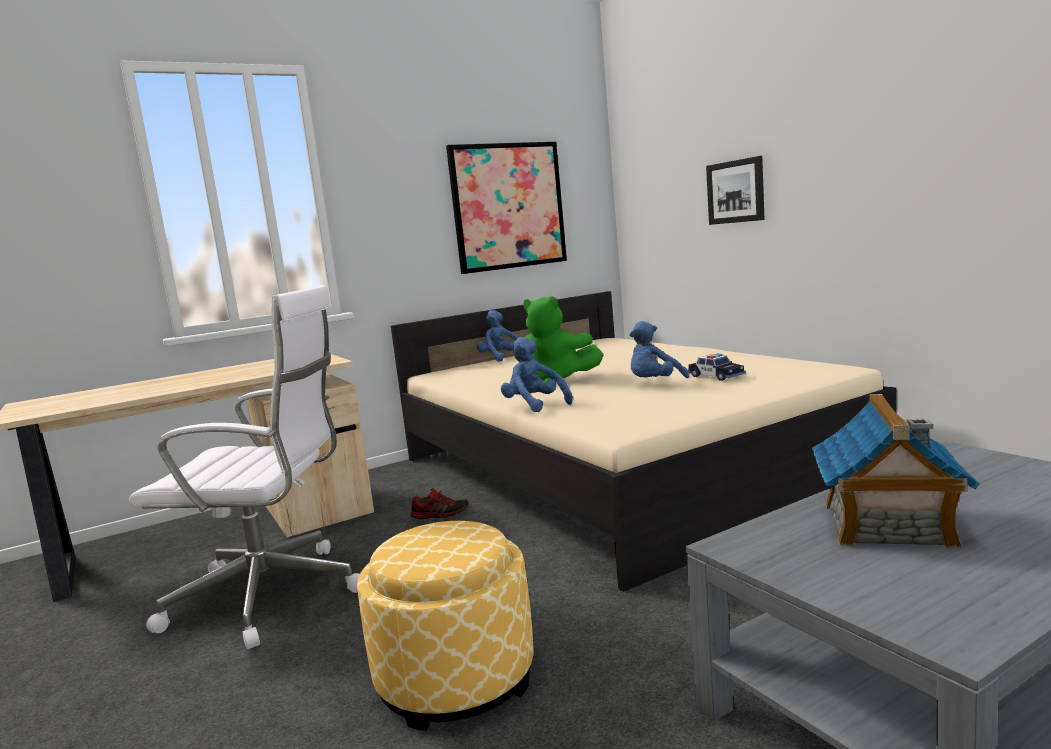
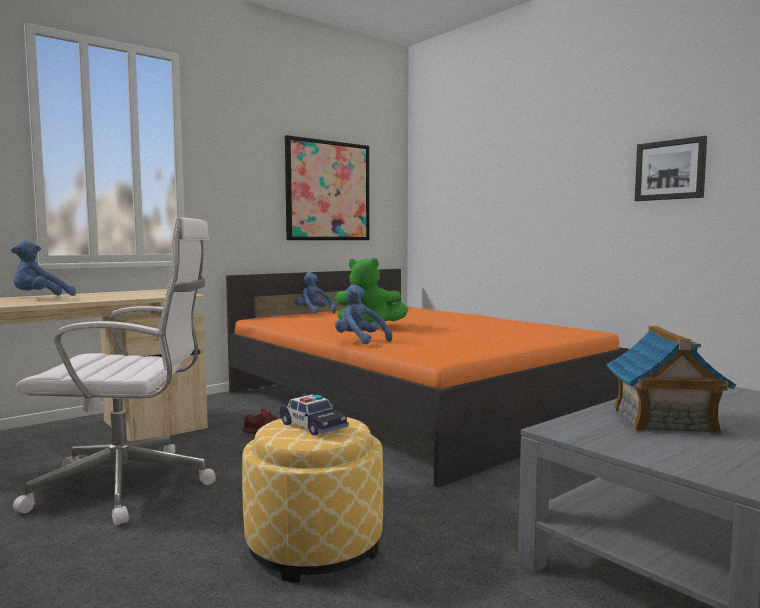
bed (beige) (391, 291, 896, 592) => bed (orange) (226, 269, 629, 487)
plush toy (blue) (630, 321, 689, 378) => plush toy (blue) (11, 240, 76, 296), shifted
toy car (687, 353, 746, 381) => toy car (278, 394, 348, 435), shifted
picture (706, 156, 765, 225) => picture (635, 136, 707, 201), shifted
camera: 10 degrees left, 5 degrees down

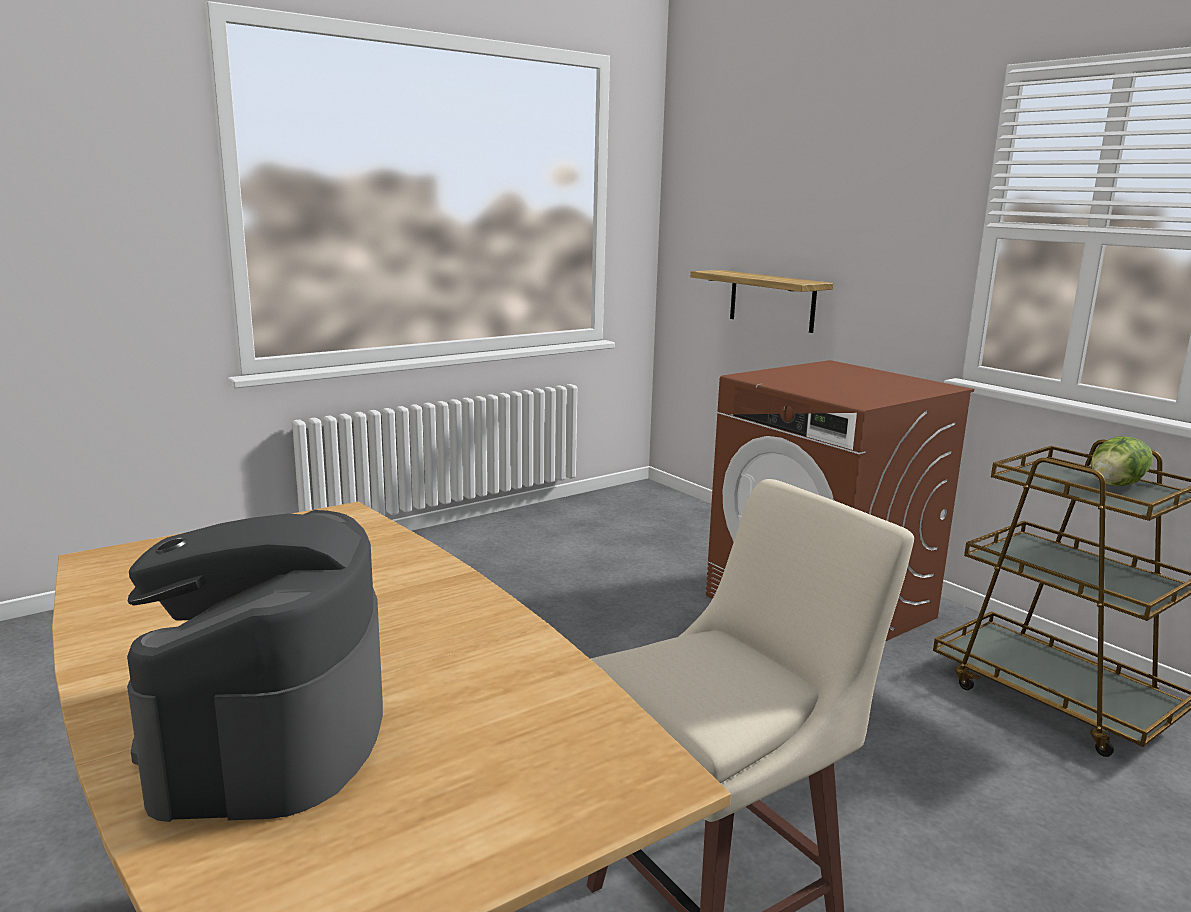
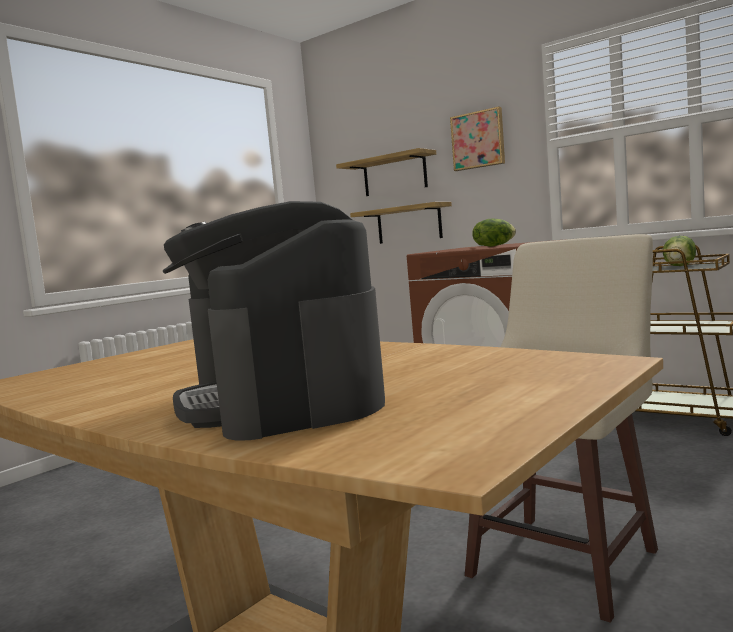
nothing => shelf (336, 148, 436, 196)
nothing => picture (450, 106, 505, 171)
nothing => lettuce (472, 219, 516, 247)
camera: 15 degrees left, 10 degrees down

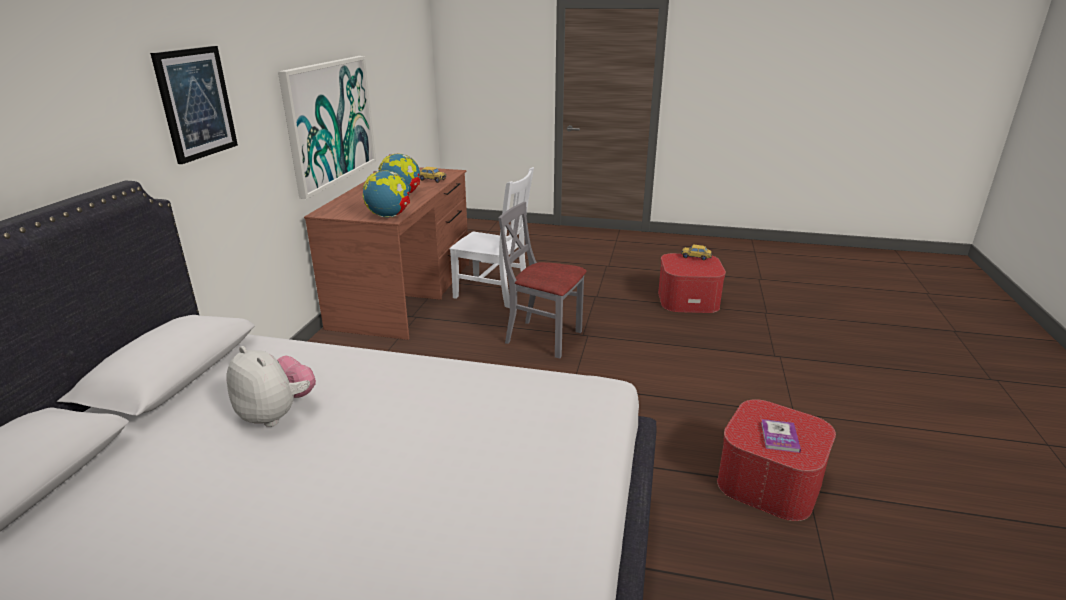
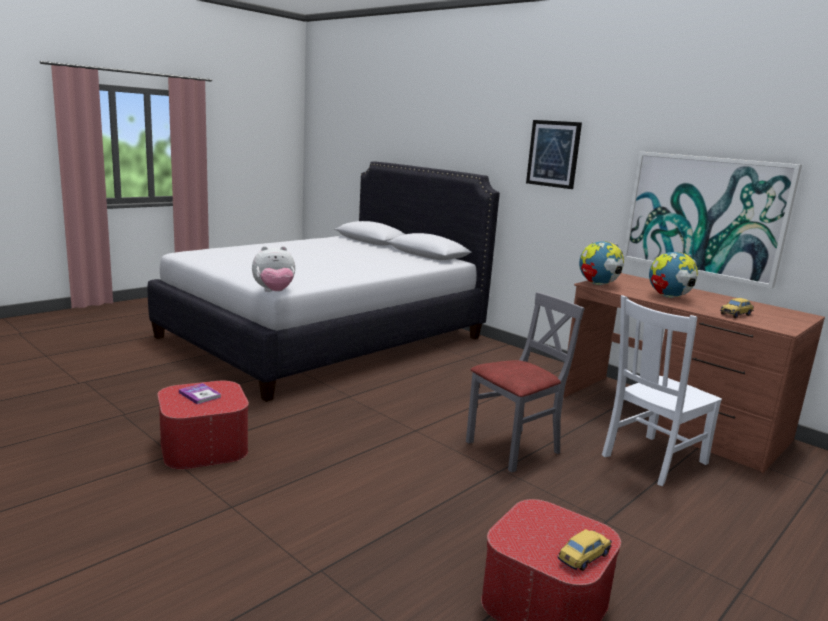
plush toy (226, 346, 316, 427) => plush toy (252, 246, 295, 292), shifted
camera: 120 degrees right, 10 degrees down

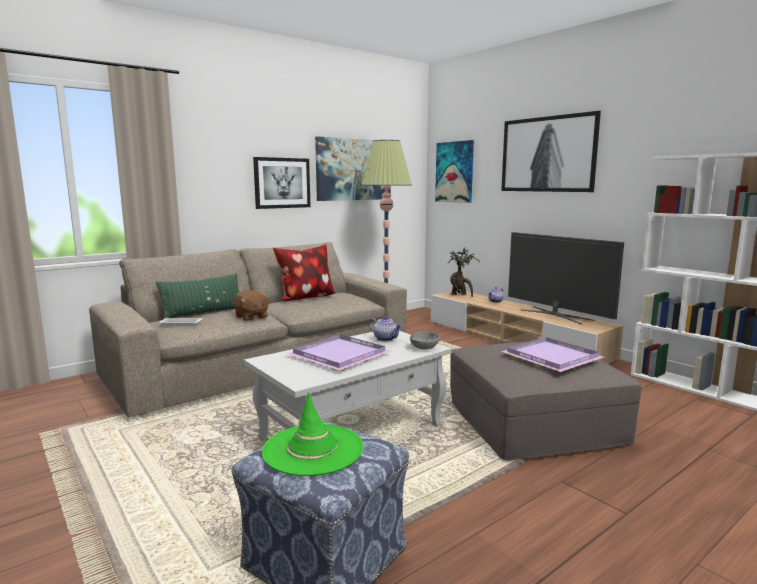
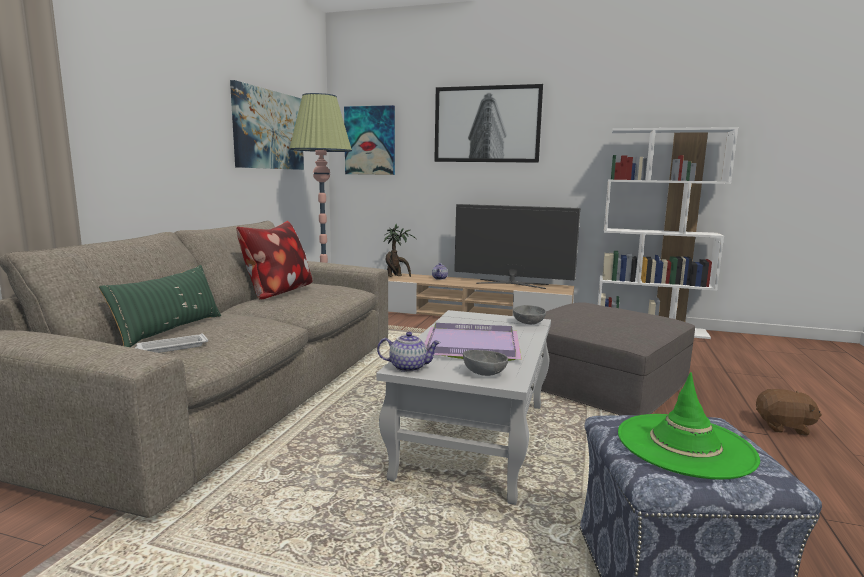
plush toy (brown) (233, 290, 270, 321) => plush toy (brown) (756, 389, 822, 435), shifted
picture (253, 157, 311, 209) => nothing
teapot (369, 316, 402, 341) => teapot (377, 332, 441, 372), shifted
tray (purple) (501, 337, 604, 372) => nothing
nothing => bowl (grey) (463, 350, 508, 376)
camera: 35 degrees left, 0 degrees up

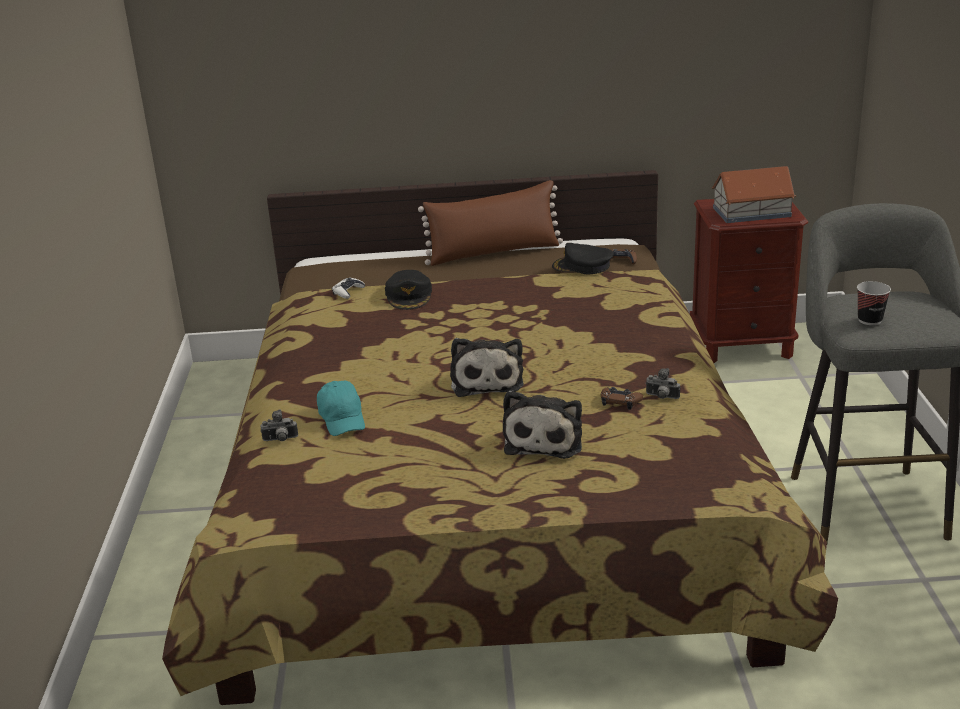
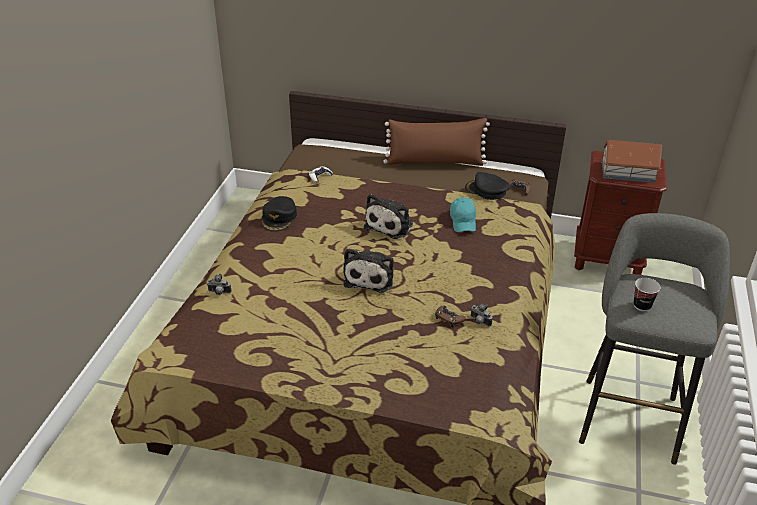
cap (turquoise) (317, 381, 365, 436) => cap (turquoise) (450, 197, 476, 232), shifted
cap (black) (385, 270, 432, 310) => cap (black) (261, 196, 297, 232), shifted
plush toy (503, 391, 582, 459) => plush toy (364, 194, 413, 239), shifted
camera: 15 degrees right, 10 degrees up

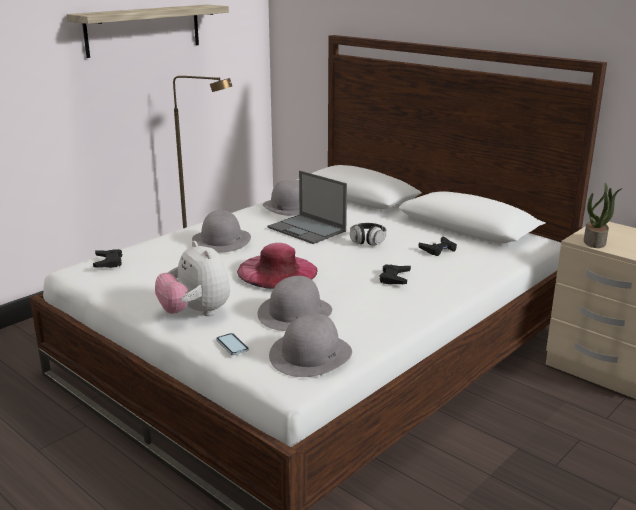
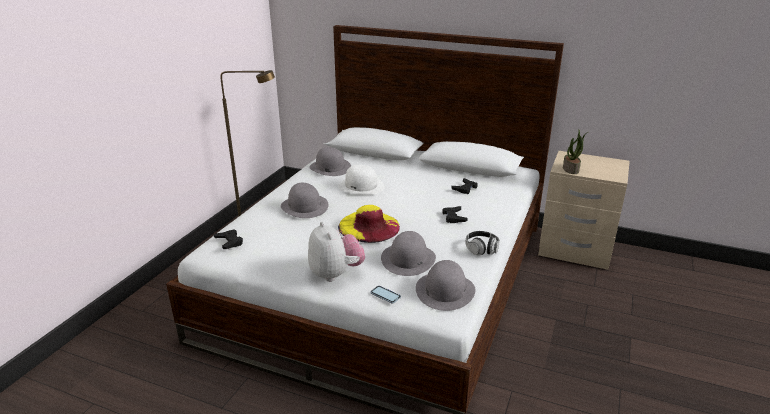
shelf (66, 5, 229, 58) => nothing
plush toy (155, 241, 230, 316) => plush toy (308, 222, 365, 282), 150 degrees counterclockwise
hat (pink) (237, 243, 318, 289) => hat (yellow) (338, 205, 400, 243)
laptop (267, 171, 347, 244) => hat (white) (338, 165, 385, 195)
headphones (350, 223, 386, 246) => headphones (465, 231, 500, 256), shifted
camera: 20 degrees left, 5 degrees up

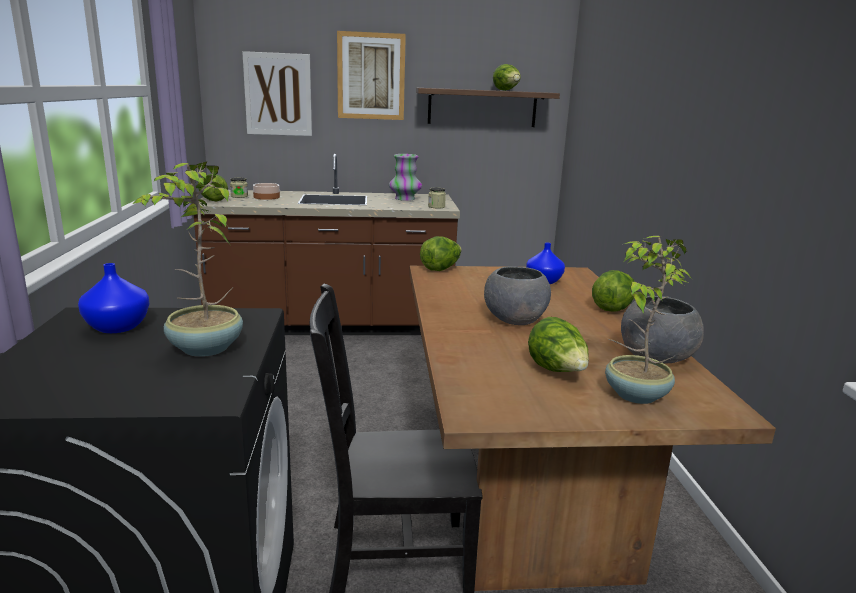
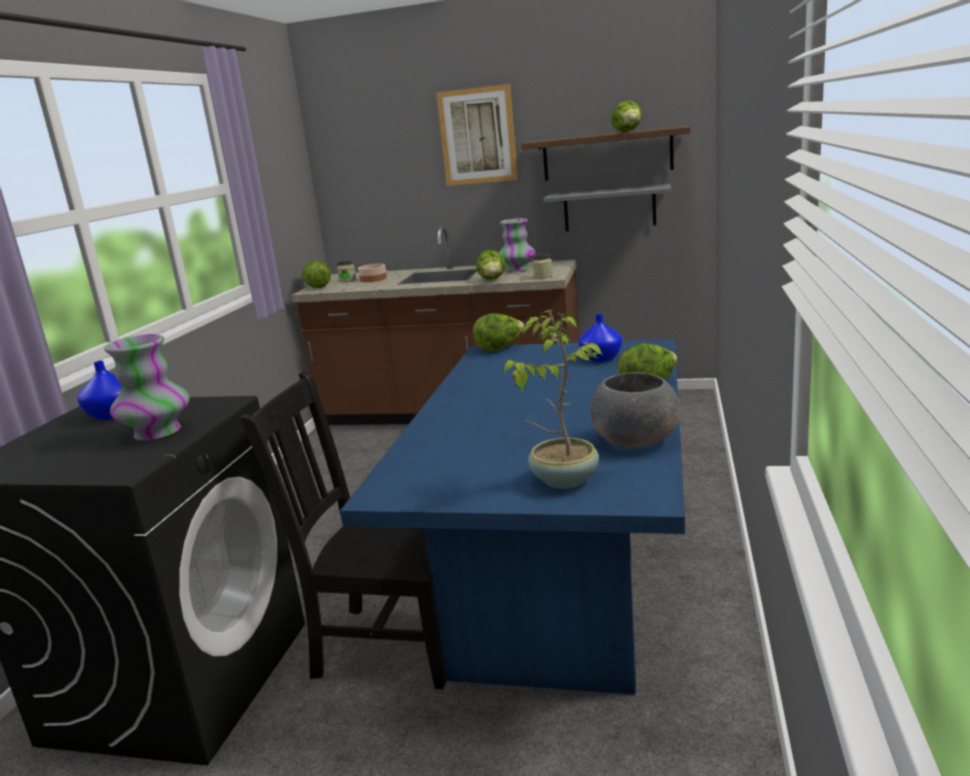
potted plant (133, 161, 243, 357) => vase (104, 334, 190, 441)
picture (242, 51, 312, 136) => nothing
dining table (brown) (409, 266, 776, 591) => dining table (blue) (340, 339, 685, 695)
bowl (grey) (484, 267, 551, 325) => nothing
lettuce (528, 317, 589, 372) => lettuce (476, 250, 505, 280), shifted
nothing => shelf (grey) (543, 184, 671, 232)
camera: 20 degrees right, 0 degrees up

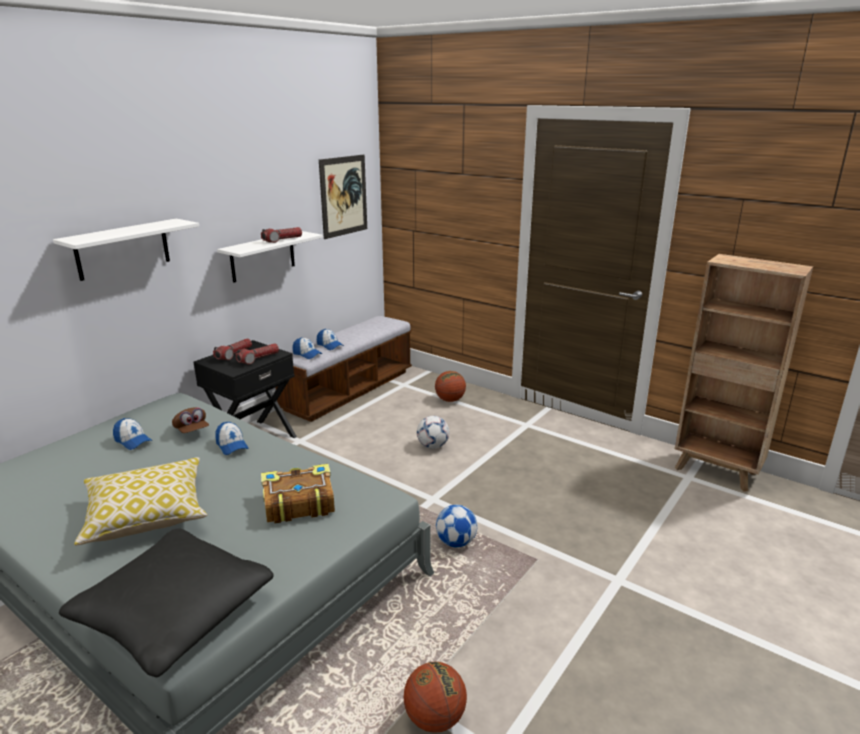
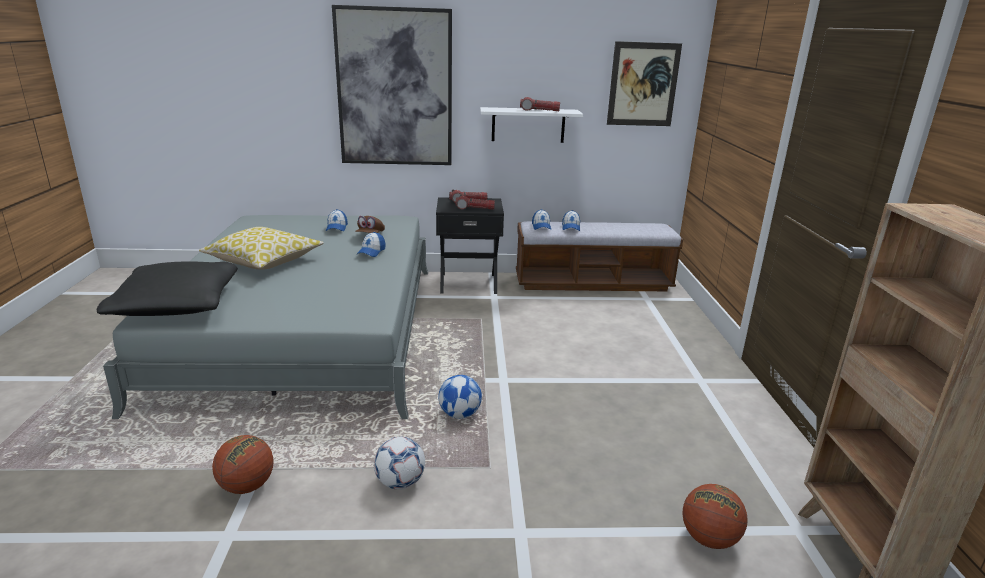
shelf (white) (53, 219, 199, 281) => picture (332, 5, 452, 165)
book (261, 464, 335, 523) => nothing
football (417, 416, 449, 449) => football (374, 437, 425, 490), shifted
basketball (435, 371, 466, 402) => basketball (683, 484, 747, 549), shifted
camera: 50 degrees right, 0 degrees up

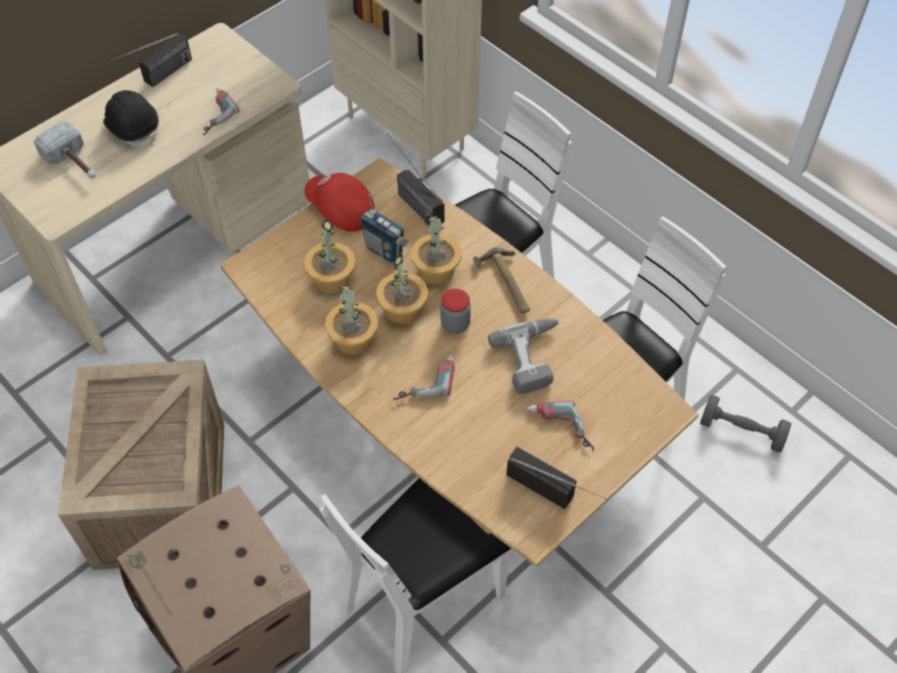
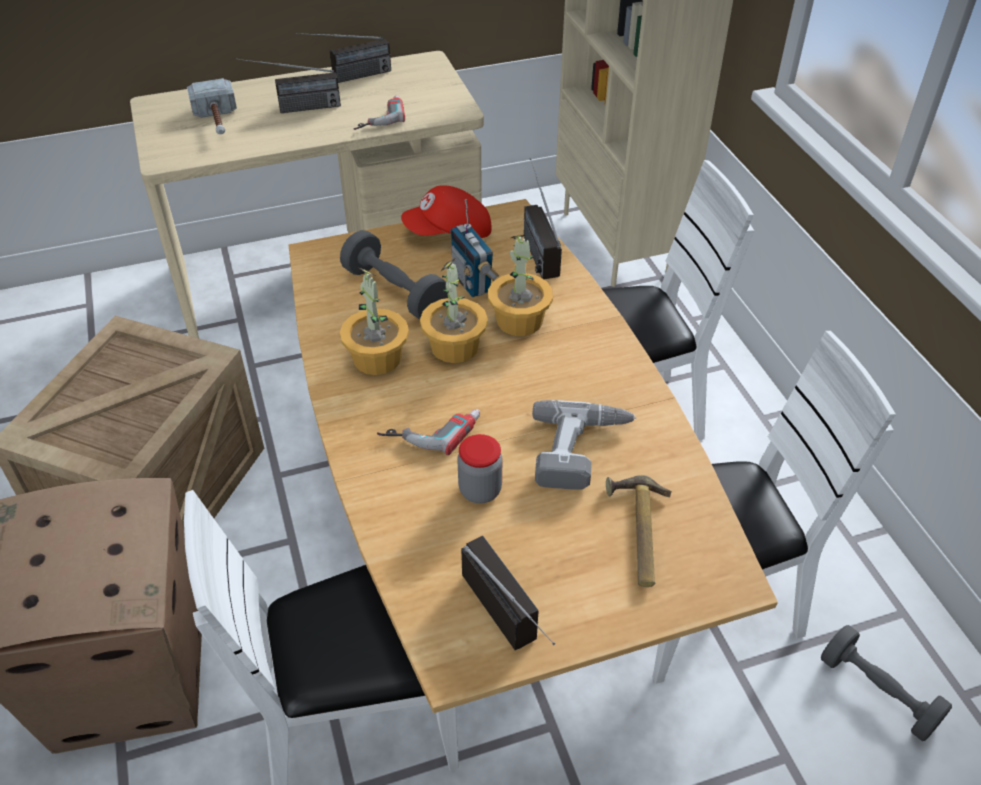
hard hat (black) (103, 90, 159, 148) => radio (236, 58, 341, 113)
potted plant (304, 218, 356, 293) => dumbbell (grey) (340, 230, 448, 320)
cap (red) (305, 173, 375, 232) => cap (red) (401, 185, 492, 238), 75 degrees counterclockwise
jar (441, 289, 471, 334) => jar (457, 434, 502, 503), shifted
hammer (473, 247, 530, 314) => hammer (606, 475, 671, 587), shifted
power drill (526, 401, 594, 451) => nothing
camera: 25 degrees right, 10 degrees down

